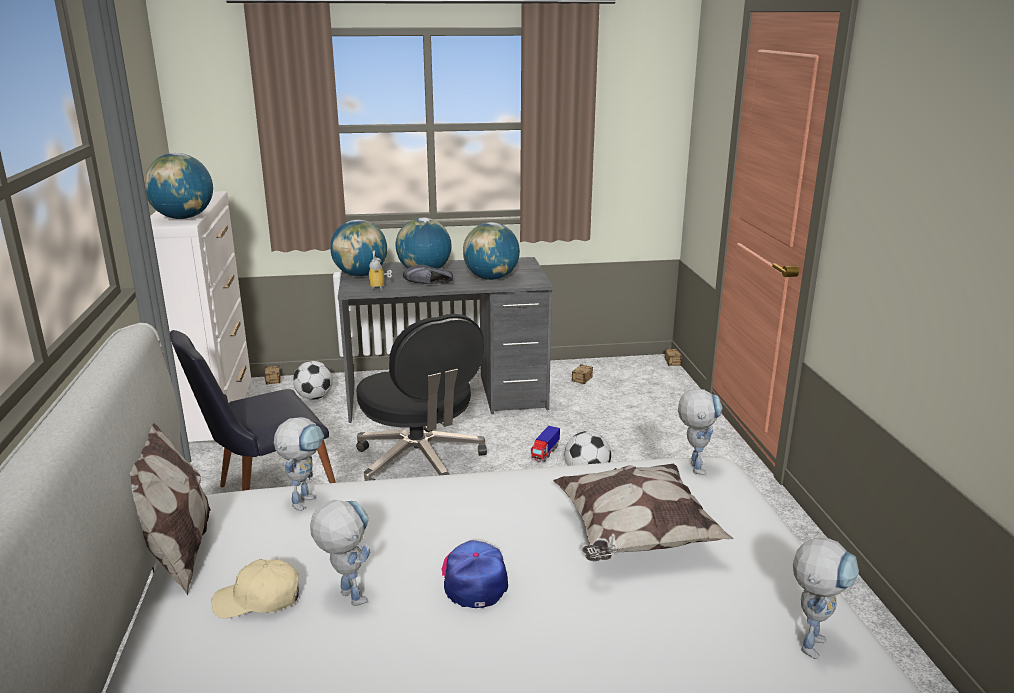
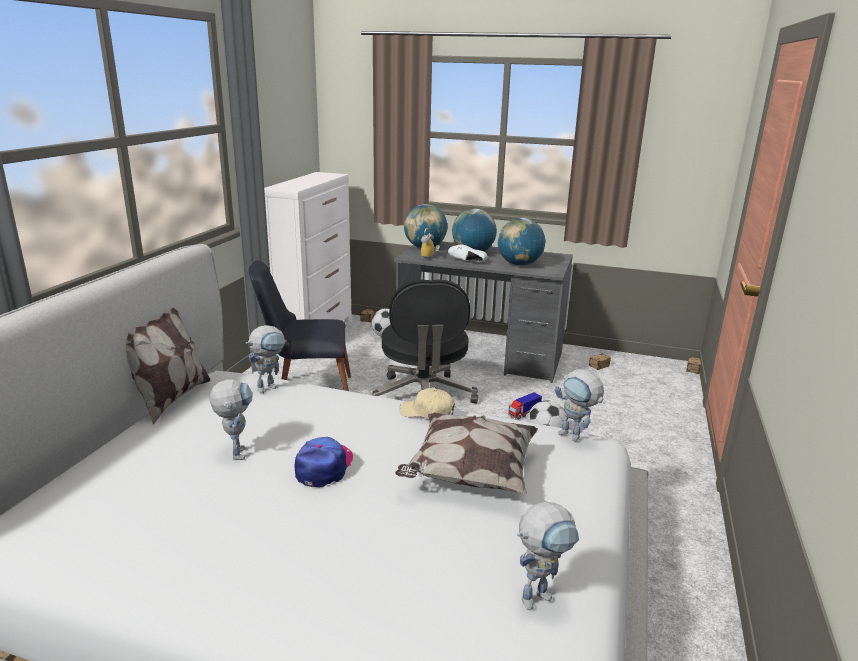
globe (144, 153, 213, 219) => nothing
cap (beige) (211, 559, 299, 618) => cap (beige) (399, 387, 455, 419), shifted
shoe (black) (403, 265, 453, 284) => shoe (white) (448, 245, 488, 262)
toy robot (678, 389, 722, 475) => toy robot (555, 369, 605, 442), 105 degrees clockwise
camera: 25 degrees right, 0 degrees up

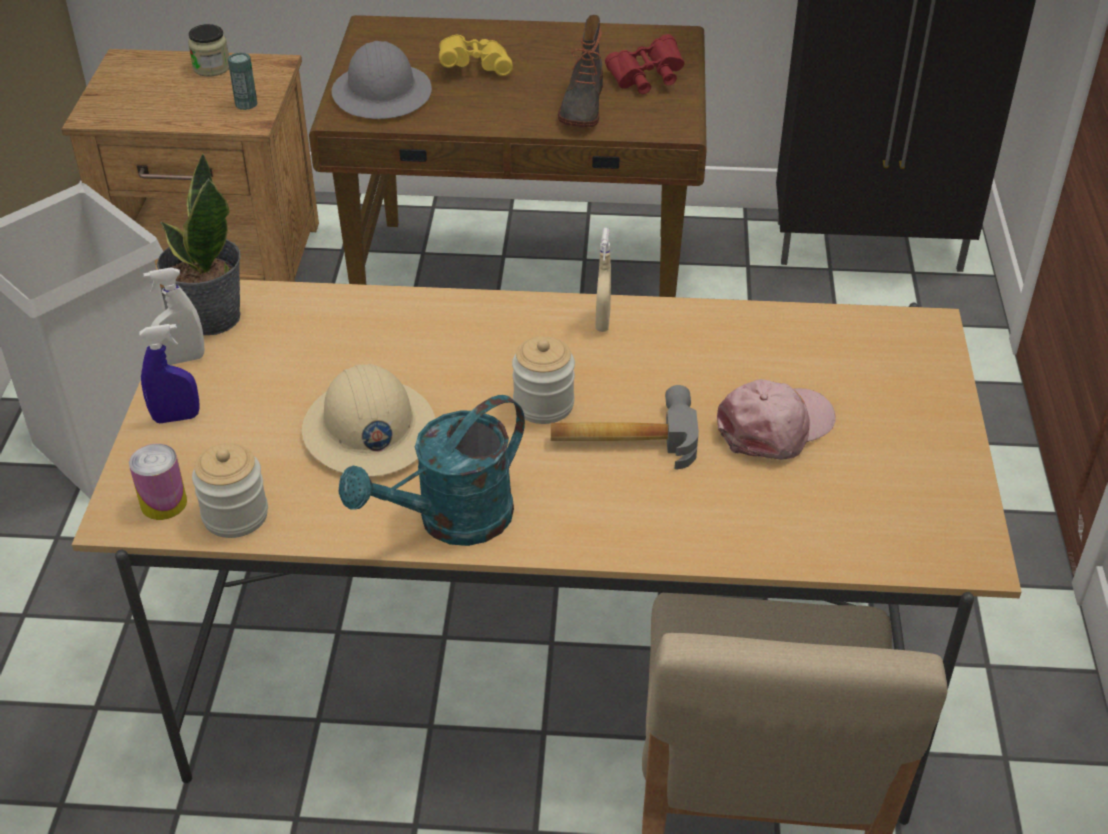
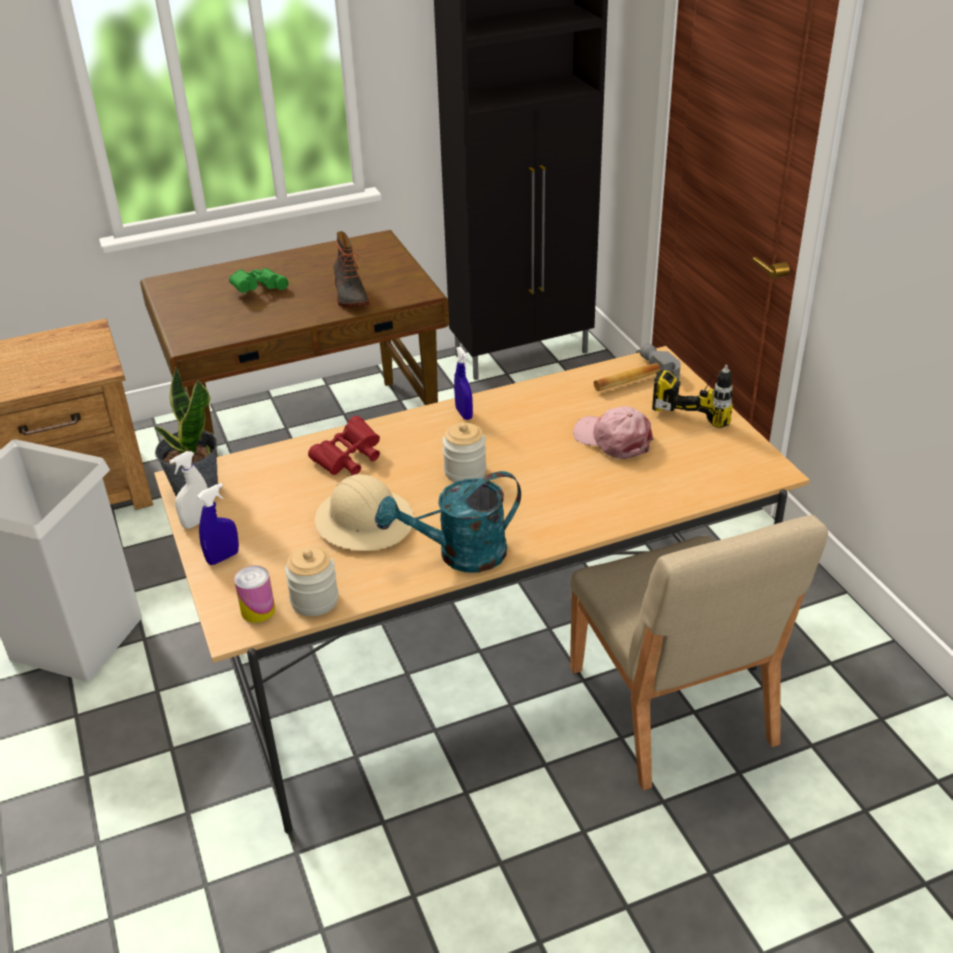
jar (188, 24, 229, 77) => nothing
can (228, 52, 258, 110) => nothing
hard hat (grey) (332, 41, 432, 119) => nothing
watering can (turquoise) (339, 395, 525, 546) => watering can (turquoise) (377, 471, 521, 572), 45 degrees clockwise
binoculars (yellow) (439, 34, 513, 76) => binoculars (green) (229, 268, 288, 293)
hammer (551, 385, 699, 469) => hammer (594, 343, 681, 391), shifted
spray bottle (beige) (595, 228, 611, 332) => spray bottle (blue) (454, 346, 473, 420)
binoculars (red) (605, 34, 684, 94) => binoculars (red) (308, 416, 380, 475), shifted
cap (pink) (717, 379, 836, 460) => cap (pink) (573, 406, 653, 459), 75 degrees counterclockwise
nothing => power drill (652, 365, 733, 428)
camera: 25 degrees left, 5 degrees down

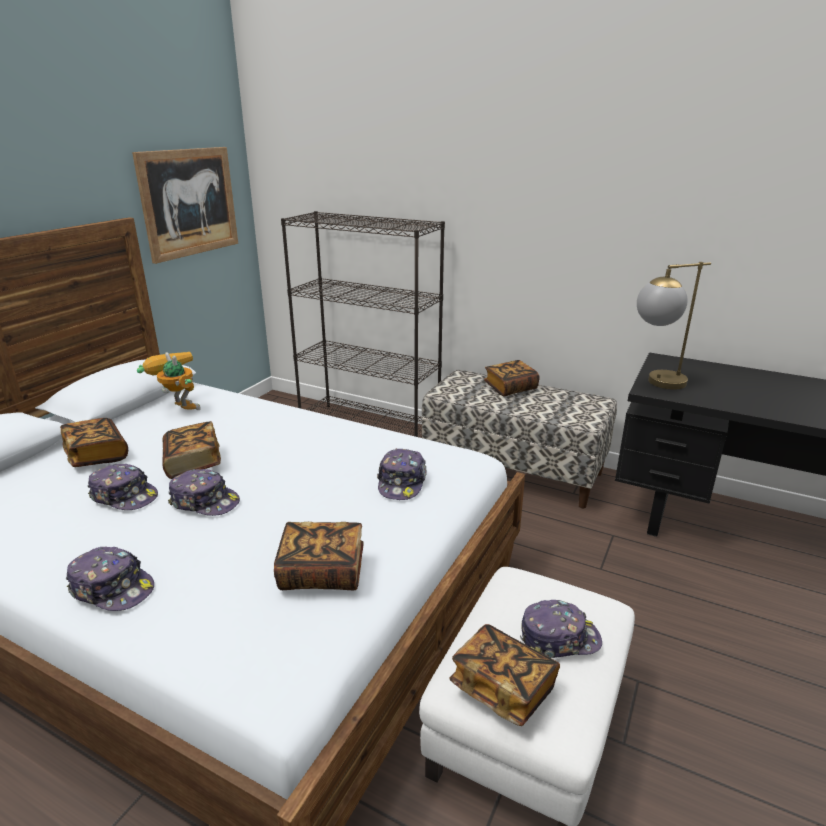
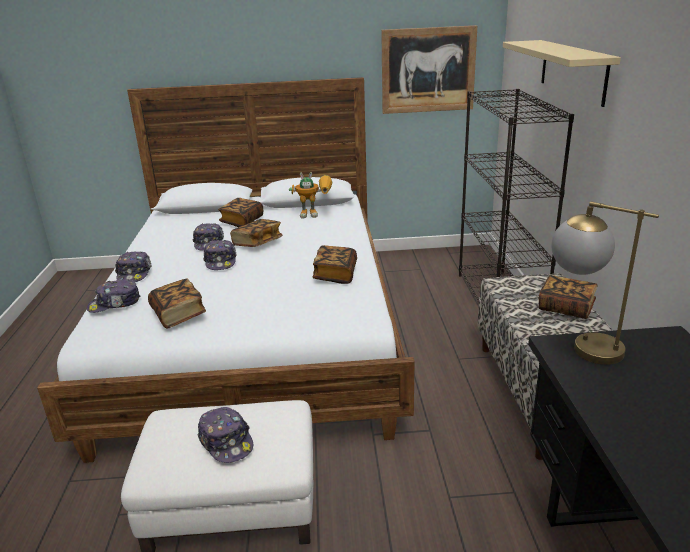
toy robot (137, 352, 201, 410) => toy robot (289, 172, 332, 218), 75 degrees clockwise
cap (377, 448, 427, 500) => cap (87, 279, 140, 313), shifted
book (449, 624, 560, 726) => book (313, 245, 357, 284), shifted
nothing => shelf (beige) (503, 40, 621, 107)
camera: 60 degrees right, 0 degrees up

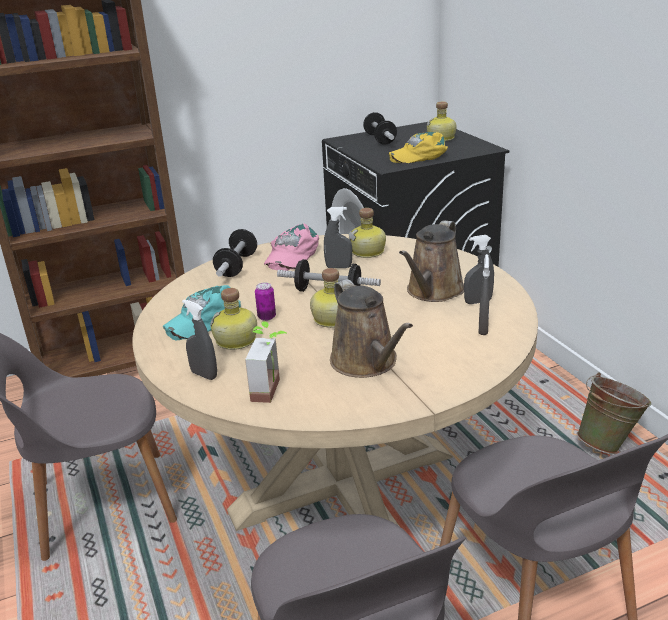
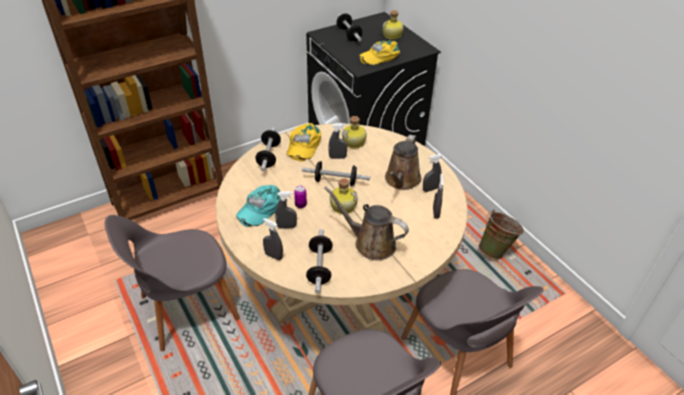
bottle (210, 288, 257, 350) => spray bottle (grey) (275, 191, 297, 228)
potted plant (245, 321, 286, 403) => dumbbell (306, 229, 333, 293)
cap (pink) (264, 223, 319, 271) => cap (yellow) (287, 123, 321, 161)
watering can (brown) (330, 279, 413, 378) => watering can (brown) (324, 186, 409, 260), 150 degrees clockwise
camera: 10 degrees left, 15 degrees up

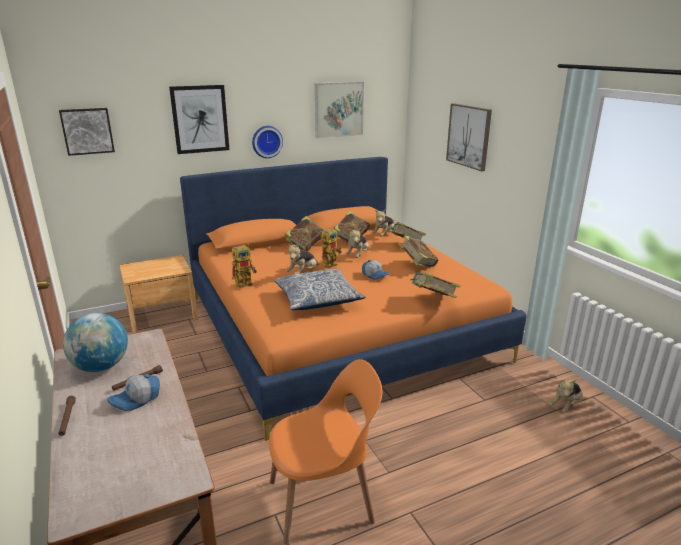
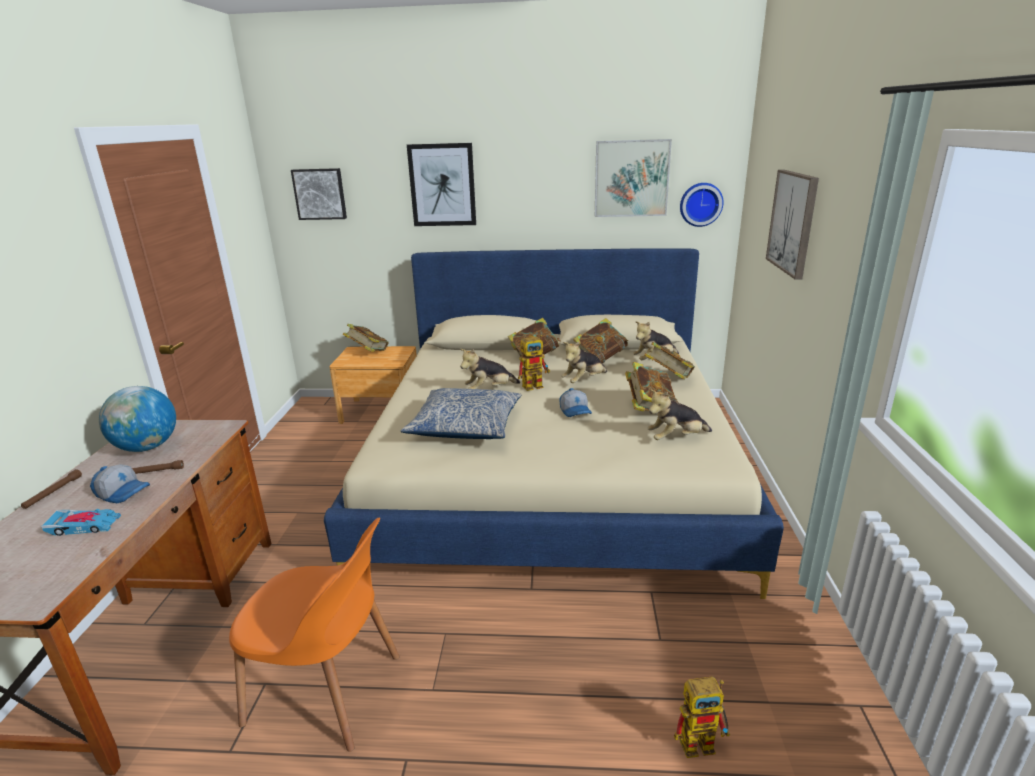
cap (107, 374, 160, 411) => cap (90, 464, 150, 503), 150 degrees counterclockwise
bed (orange) (180, 157, 527, 441) => bed (beige) (324, 249, 784, 599)
toy robot (232, 243, 257, 288) => toy robot (674, 676, 730, 758), shifted
wall clock (252, 126, 283, 158) => wall clock (680, 183, 724, 227), shifted
book (410, 272, 461, 298) => book (343, 324, 389, 352), shifted
plush toy (549, 379, 583, 413) => plush toy (648, 389, 712, 440), shifted
nothing => toy car (41, 509, 121, 536)
camera: 30 degrees right, 0 degrees up

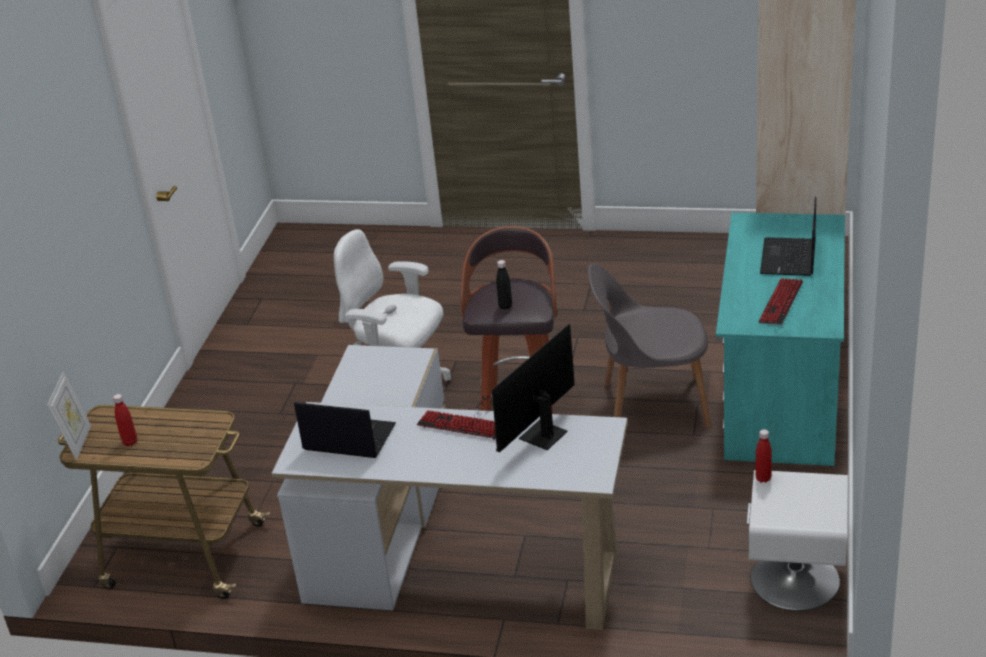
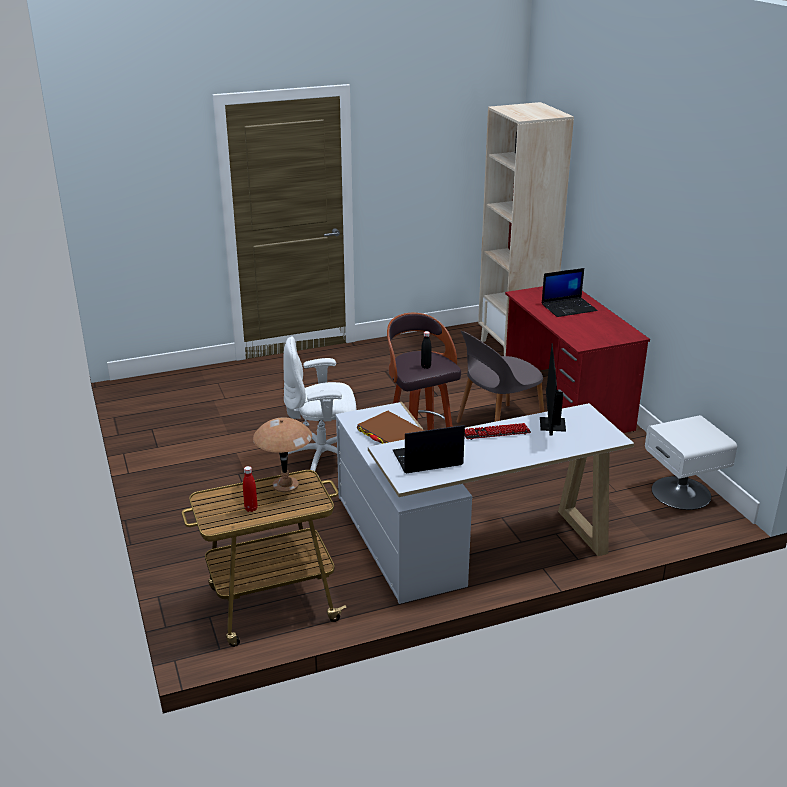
picture frame (47, 371, 91, 460) => nothing
desk (turquoise) (716, 213, 845, 466) => desk (red) (505, 286, 650, 433)
bottle (red) (755, 429, 772, 483) => nothing
keyboard (758, 278, 803, 325) => nothing
laptop (760, 197, 816, 276) => laptop (542, 268, 597, 317), 90 degrees counterclockwise
nothing => table lamp (brown) (253, 417, 312, 492)
nothing => book (brown) (357, 411, 425, 444)
camera: 35 degrees left, 5 degrees down

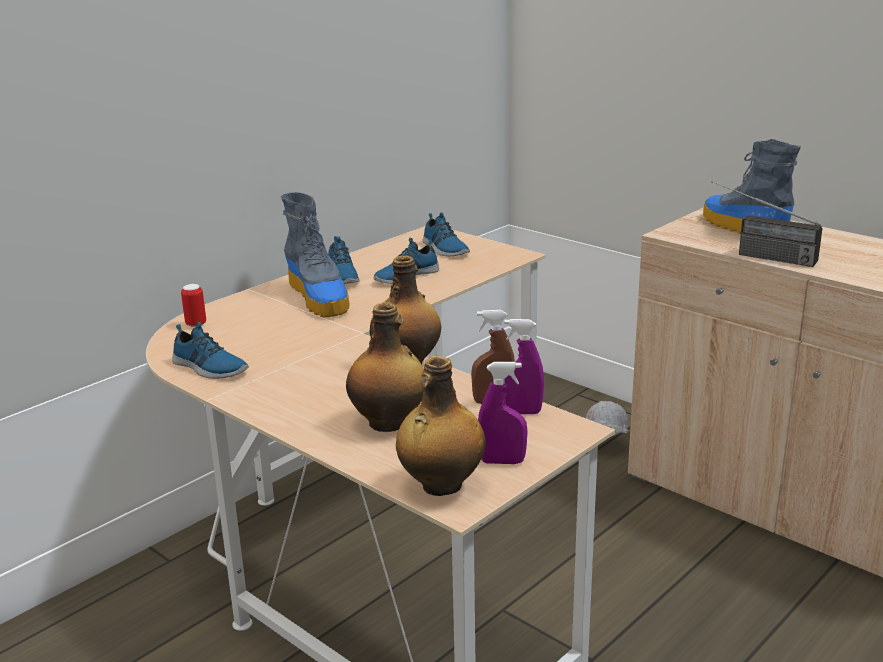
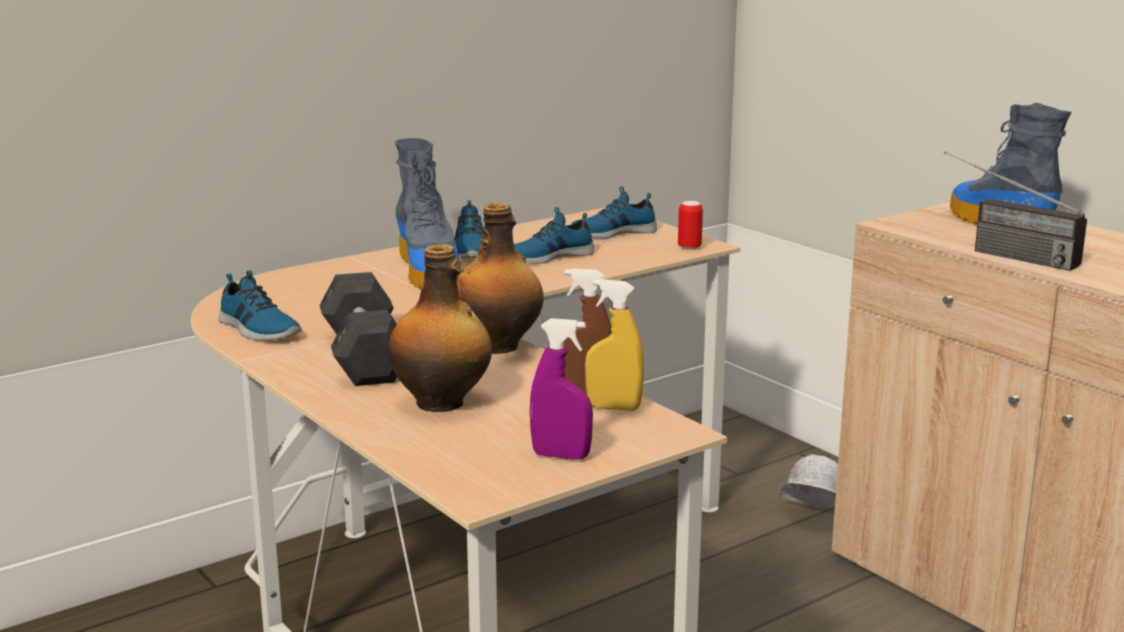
can (181, 284, 206, 327) => can (678, 201, 703, 250), shifted
bottle (396, 356, 486, 496) => nothing
shoe (423, 212, 470, 256) => shoe (570, 186, 657, 239), 90 degrees clockwise
spray bottle (purple) (504, 319, 544, 414) => spray bottle (yellow) (585, 279, 644, 411)
nothing => dumbbell (grey) (319, 272, 397, 386)
camera: 10 degrees right, 5 degrees down

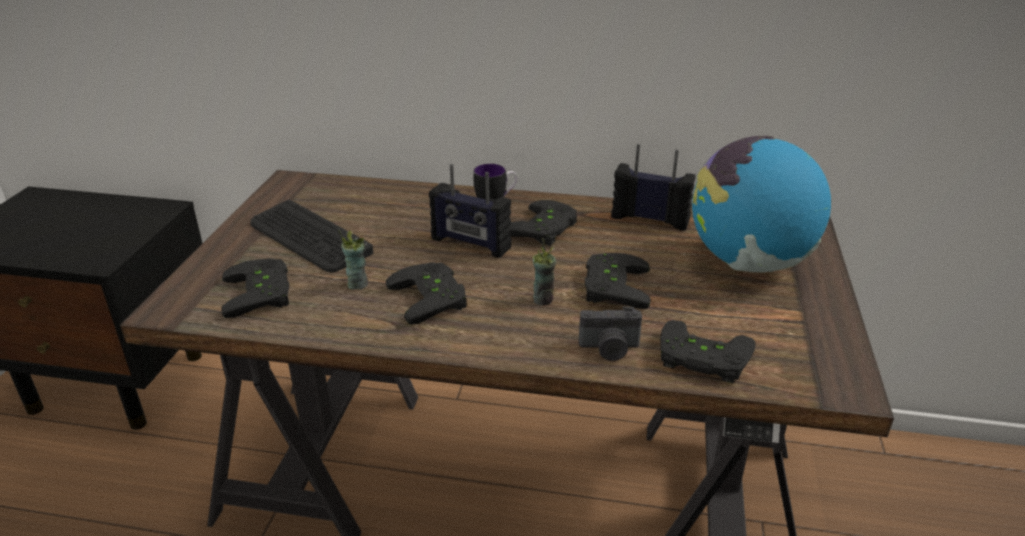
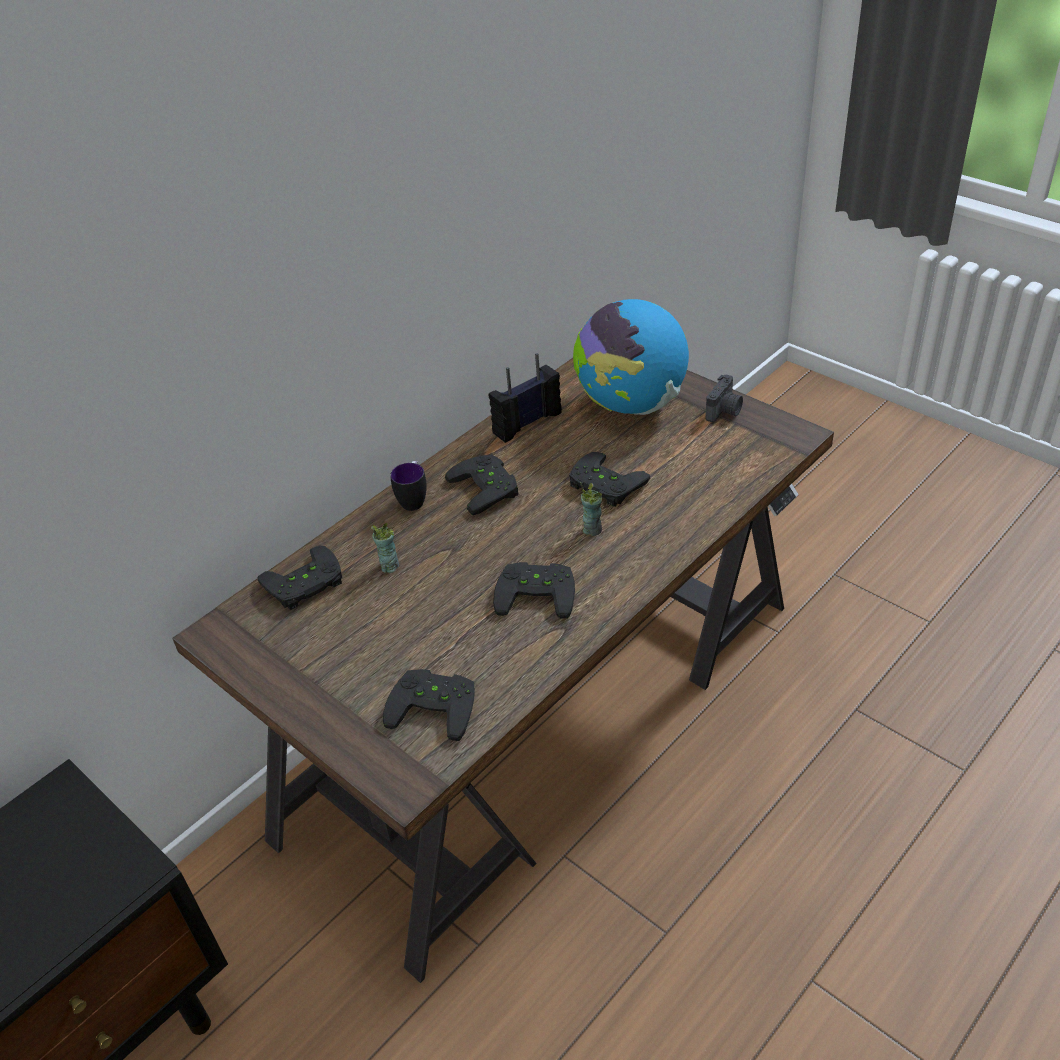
keyboard (250, 200, 373, 272) => nothing
cup (338, 230, 368, 290) => cup (371, 523, 399, 573), shifted
radio (429, 164, 511, 258) => nothing
photo camera (579, 306, 642, 361) => photo camera (705, 375, 743, 422), shifted
game controller (black) (660, 320, 756, 383) => game controller (black) (258, 545, 342, 610), shifted
camera: 55 degrees left, 10 degrees up

